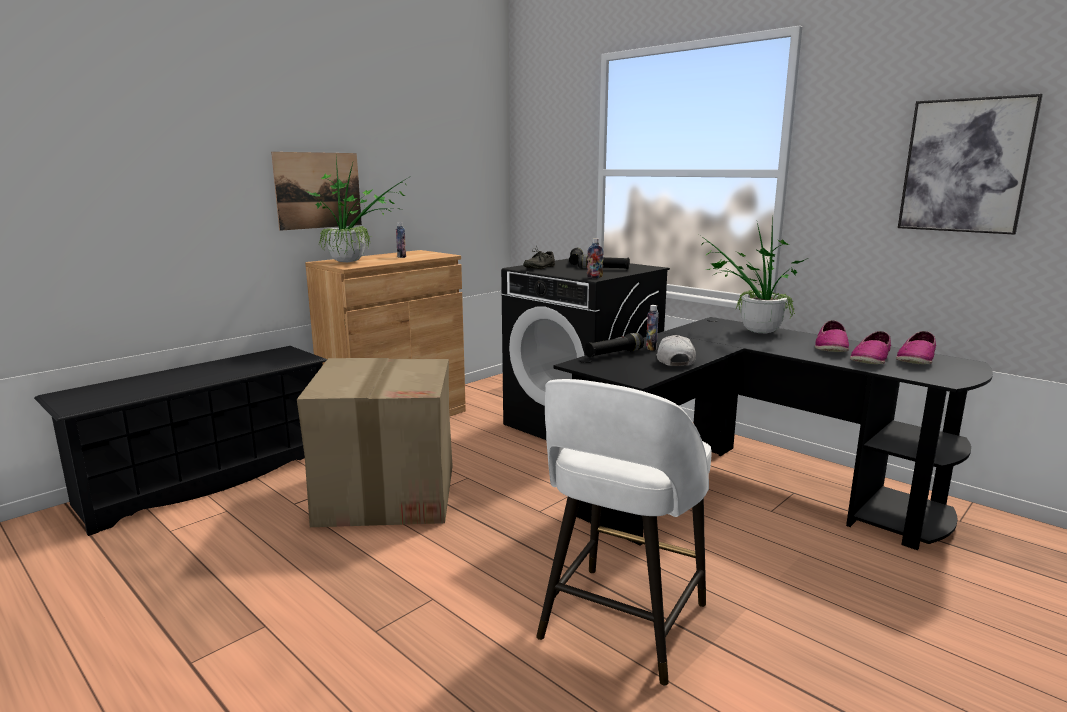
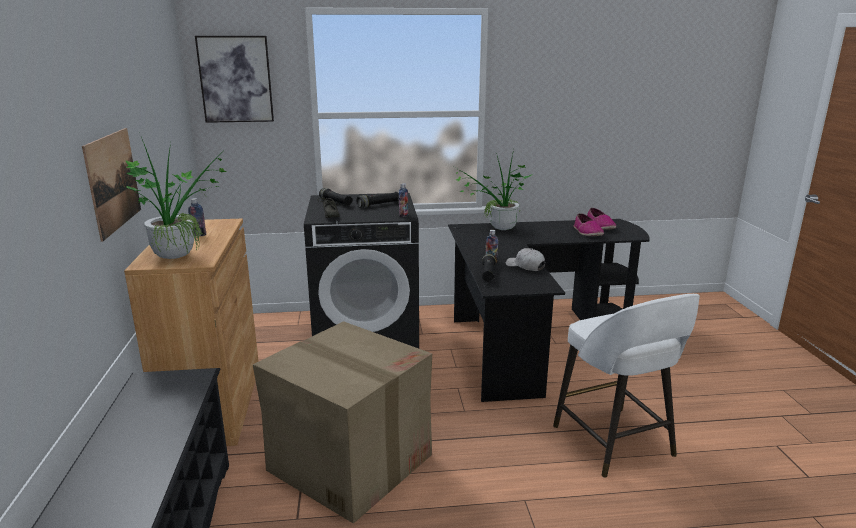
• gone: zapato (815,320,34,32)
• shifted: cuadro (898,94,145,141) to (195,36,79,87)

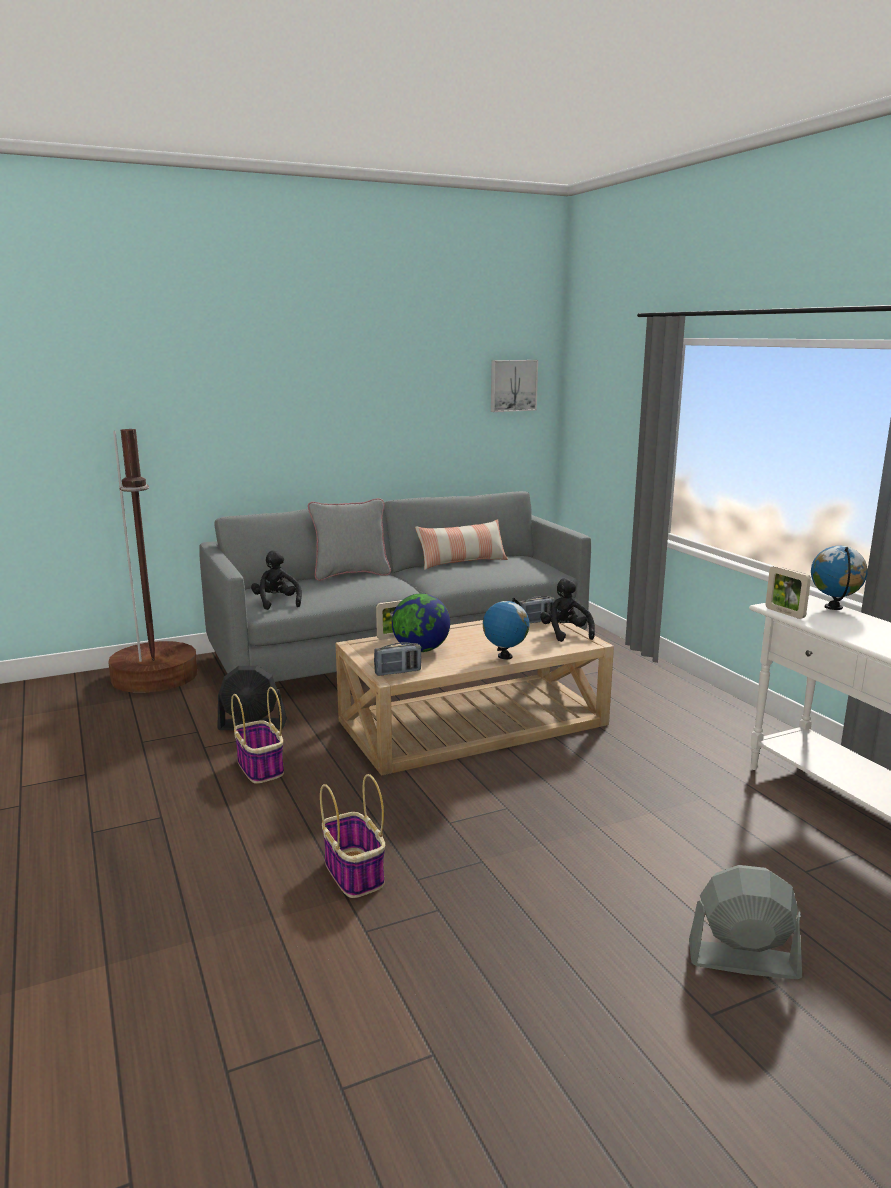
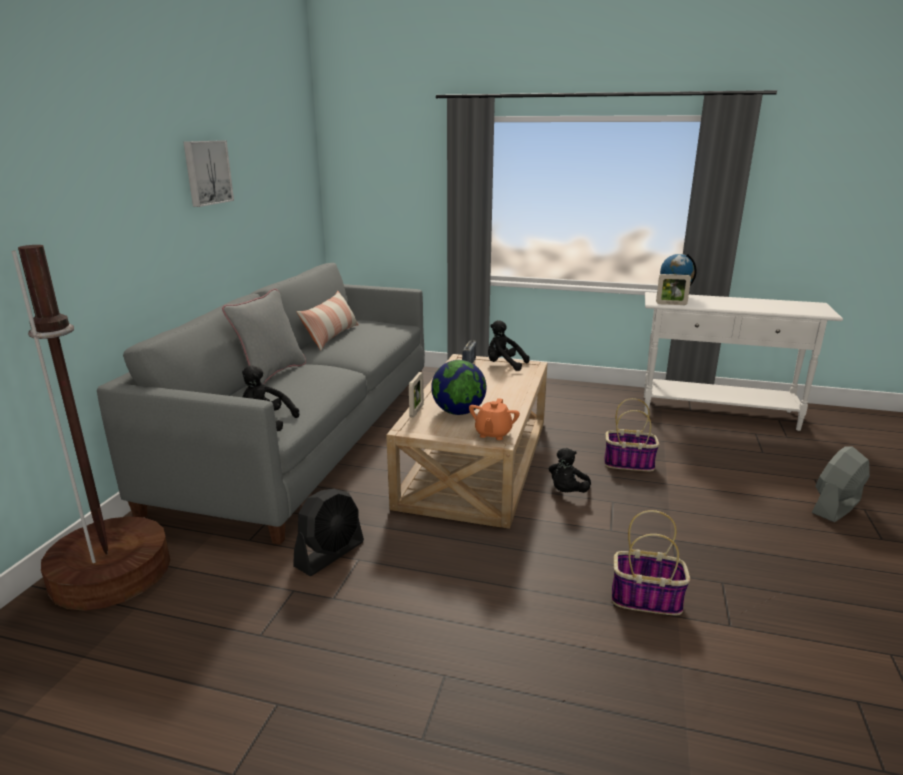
• shifted: cesta (231,687,53,97) to (604,398,55,74)
• swapped: radio (374,642,47,34) to tetera [naranja] (469,398,51,42)
• gone: globo terráqueo (483,598,46,61)
• shifted: cuadro (491,360,47,52) to (183,141,51,66)
• new: peluche [negro] (549,448,42,45)

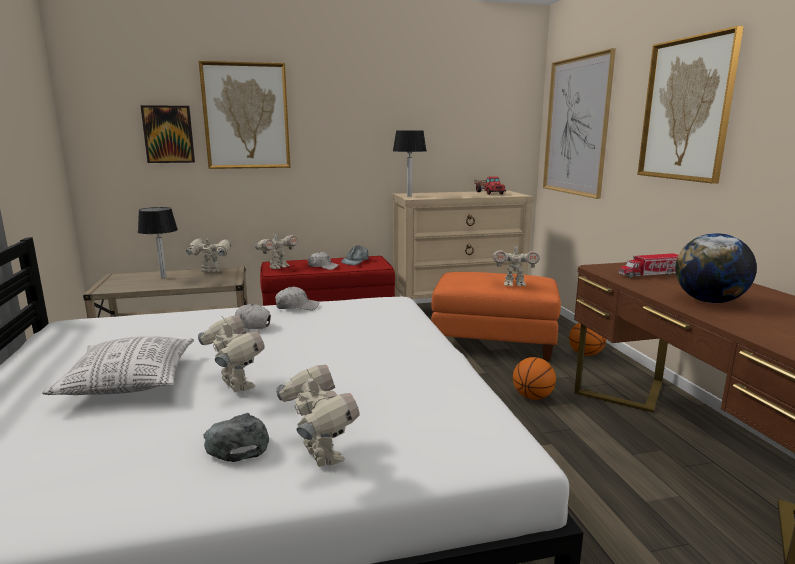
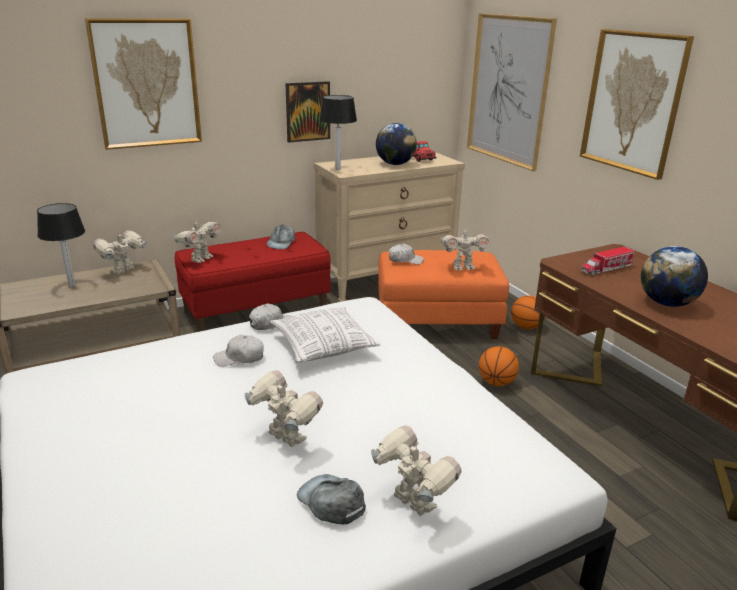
• shifted: cojín (42,336,152,59) to (270,307,110,56)
• shifted: cuadro (140,105,55,58) to (285,81,45,61)
• rotated: robot de juguete (186,239,45,34) = (93,230,53,45) 45 degrees counterclockwise
• shifted: gorra [blanco] (308,252,31,18) to (389,244,35,21)
• new: globo terráqueo (376,123,41,42)

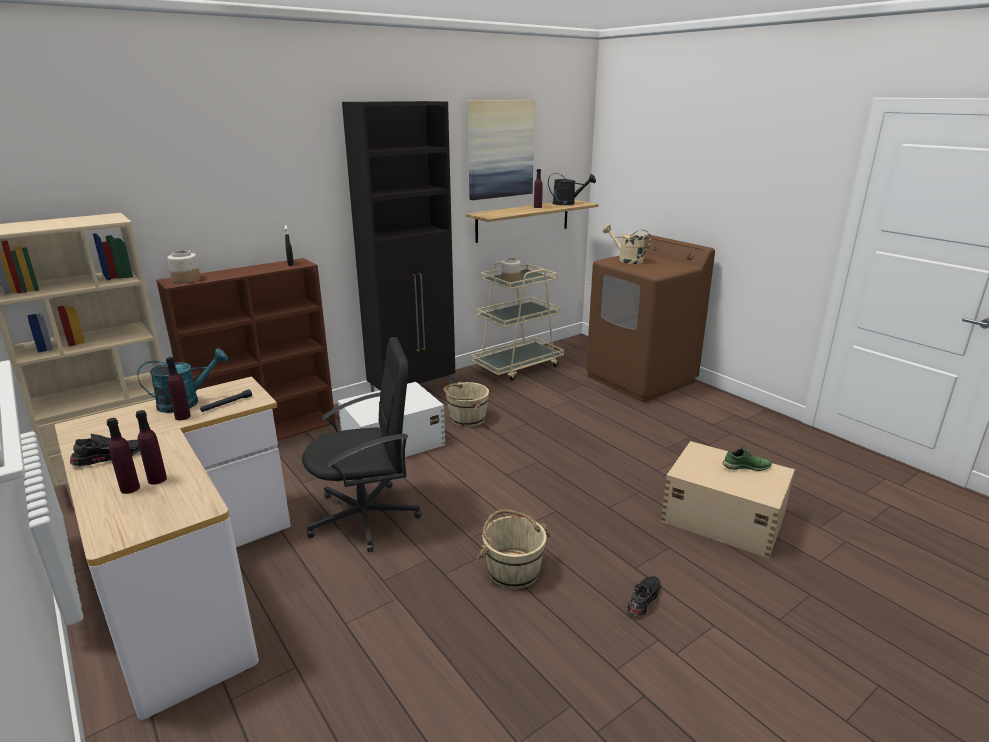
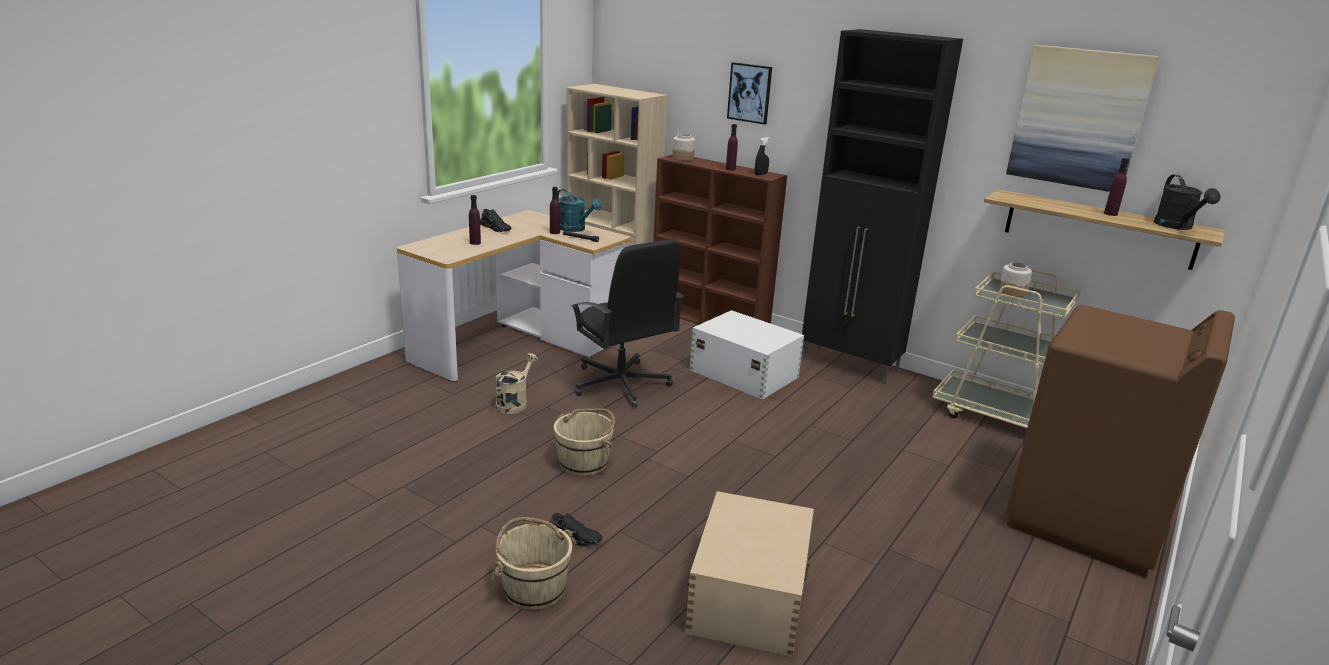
• shifted: botella [morado] (107,418,33,76) to (726,124,12,46)
• shifted: cubo [beis] (443,382,46,45) to (491,517,85,93)
• shifted: regadera [beis] (603,224,48,40) to (496,353,42,61)
• gone: zapato [verde] (723,448,49,23)
• new: cuadro (727,62,45,63)

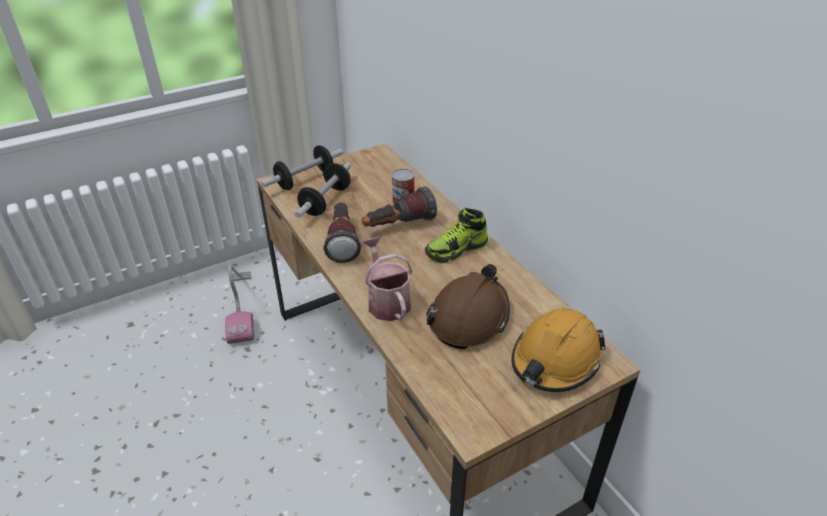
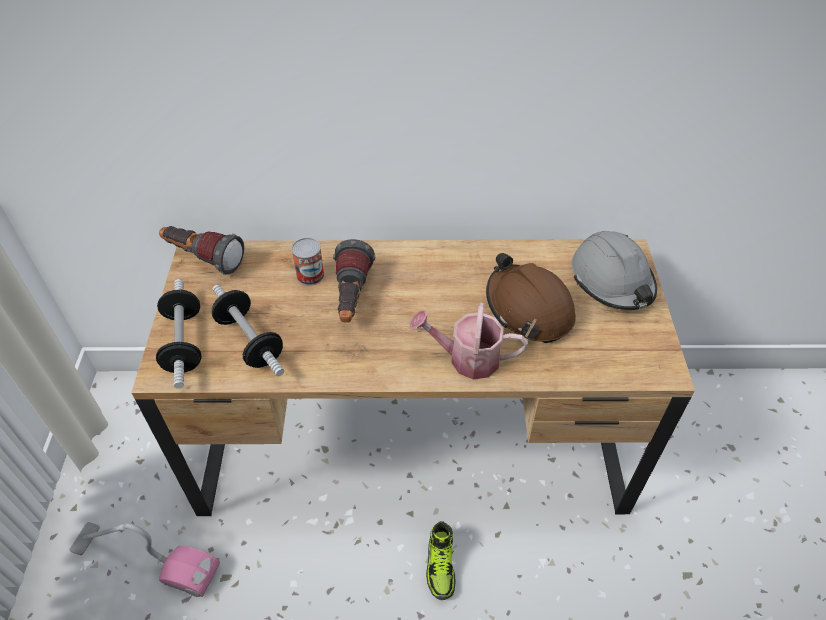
• shifted: linterna (323,202,39,61) to (159,226,85,49)
• shifted: zapato (425,207,63,56) to (426,521,29,79)
• repainted: casco [naranja] (511,309,95,83) to casco [gris] (572,231,85,79)

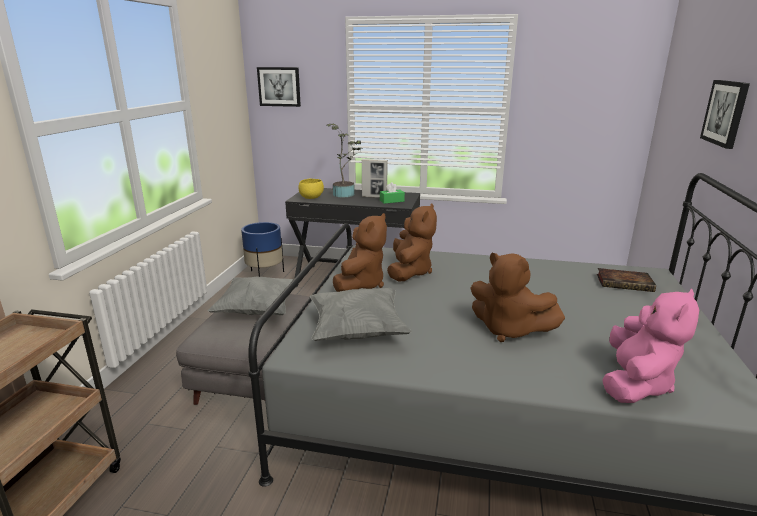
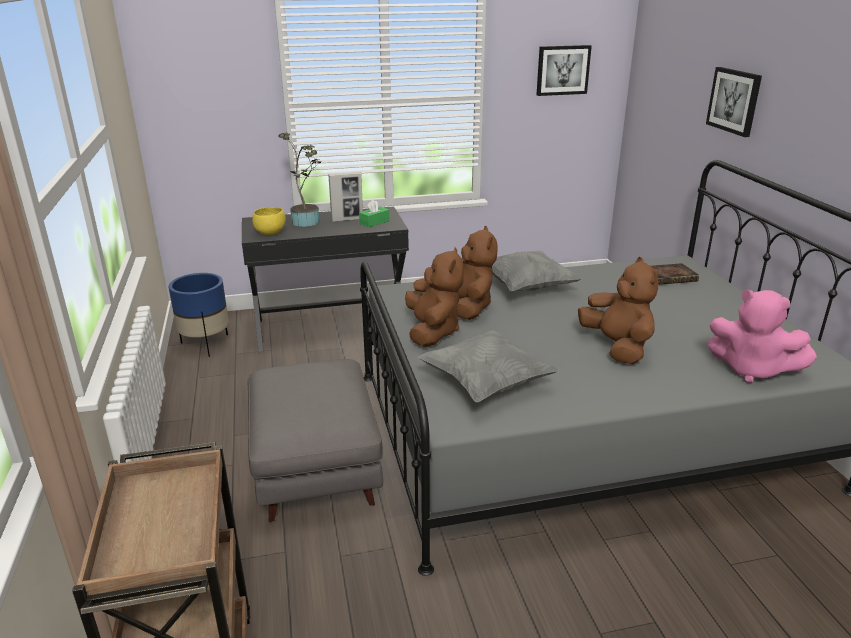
• shifted: cojín [gris] (208,277,86,38) to (492,251,91,41)
• shifted: cuadro (257,67,44,40) to (537,45,55,51)
• rotated: peluche [marrón] (470,253,95,89) = (578,257,81,107) 120 degrees counterclockwise
• rotated: peluche [rosa] (602,288,97,115) = (707,289,110,94) 120 degrees clockwise

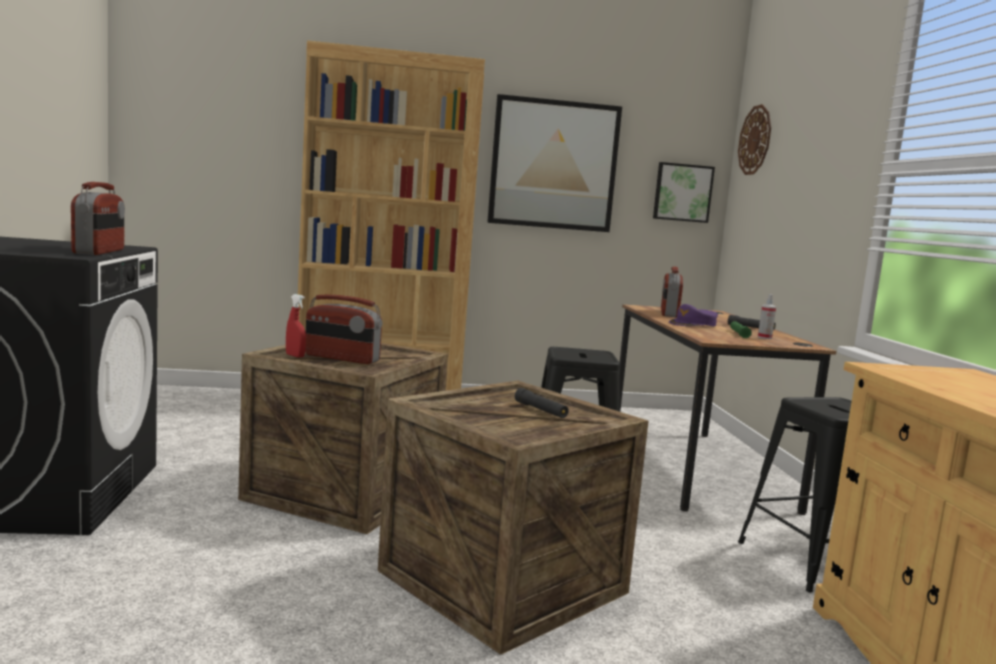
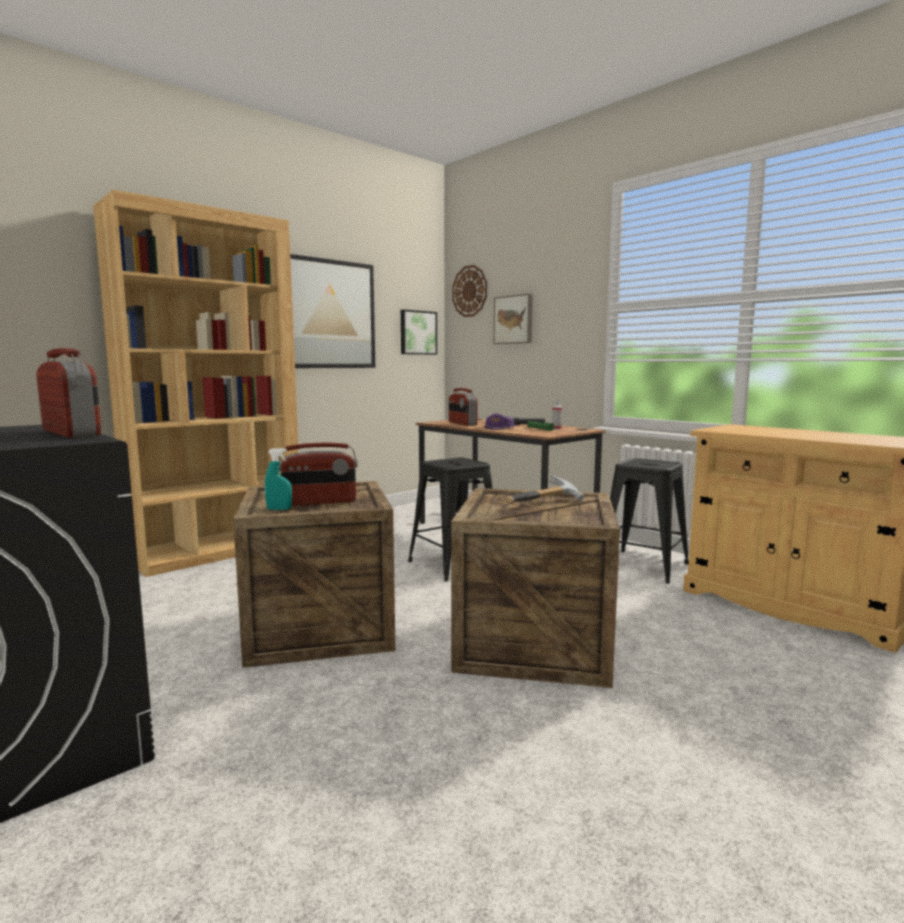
• repainted: pulverizador [rojo] (286,294,20,63) to pulverizador [turquesa] (265,448,27,62)
• swapped: linterna [negro] (515,388,54,30) to martillo (506,475,78,29)
• new: cuadro (494,294,39,50)

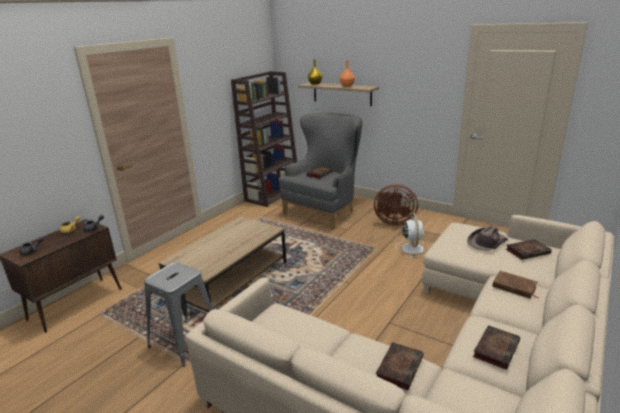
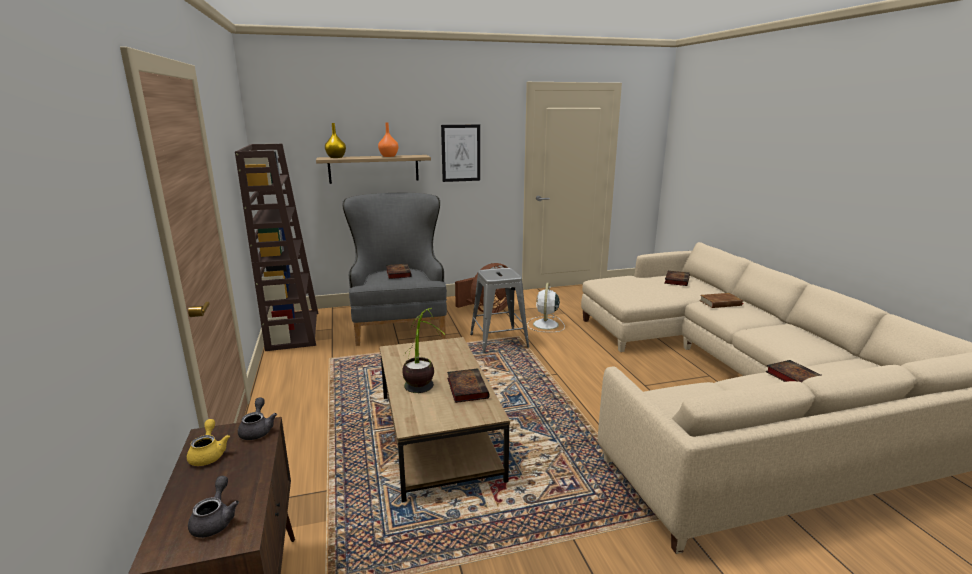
• shifted: taburete [gris] (144,262,69,105) to (470,268,60,86)
• rotated: ventilador [blanco] (395,213,34,45) = (527,283,38,49) 120 degrees counterclockwise
• gone: sombrero [marrón] (467,226,41,25)
• shifted: libro (473,325,47,45) to (447,368,42,35)
• new: planta en maceta (402,308,46,85)
• new: cuadro (441,125,39,57)

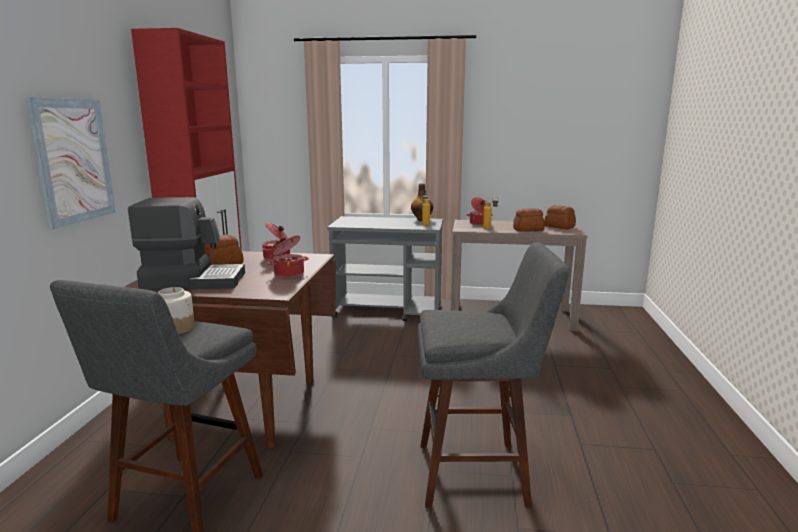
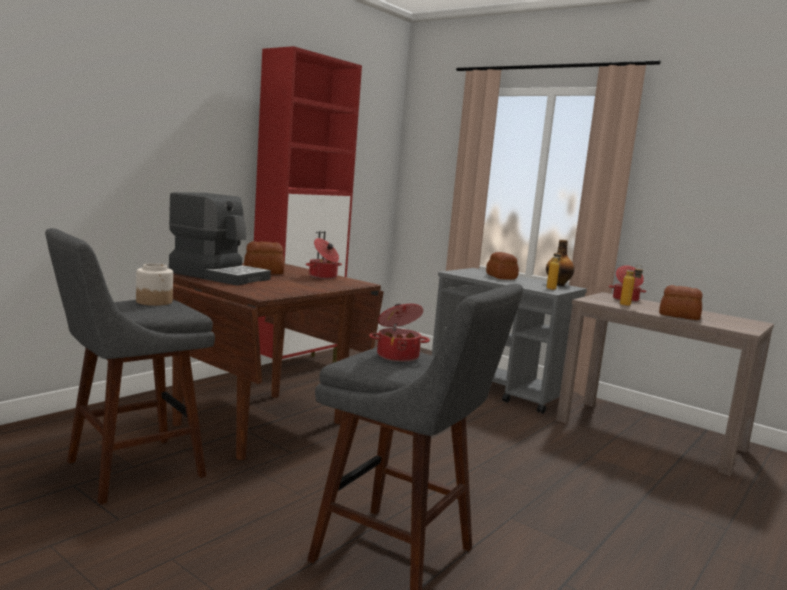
• gone: cuadro (26,97,90,133)
• shifted: olla (268,235,41,42) to (369,304,61,58)
• shifted: pan (544,205,32,24) to (486,252,33,28)

